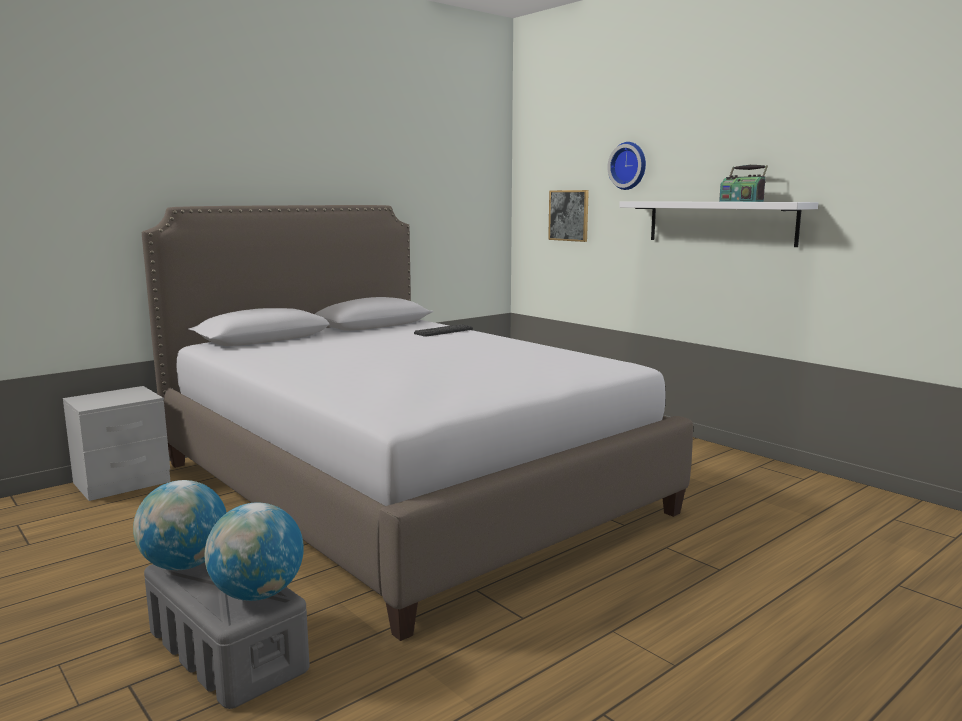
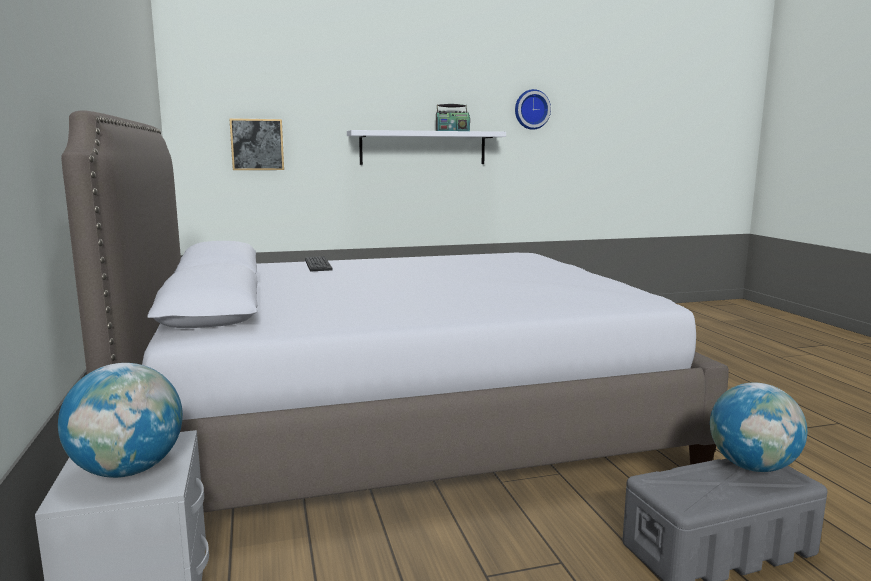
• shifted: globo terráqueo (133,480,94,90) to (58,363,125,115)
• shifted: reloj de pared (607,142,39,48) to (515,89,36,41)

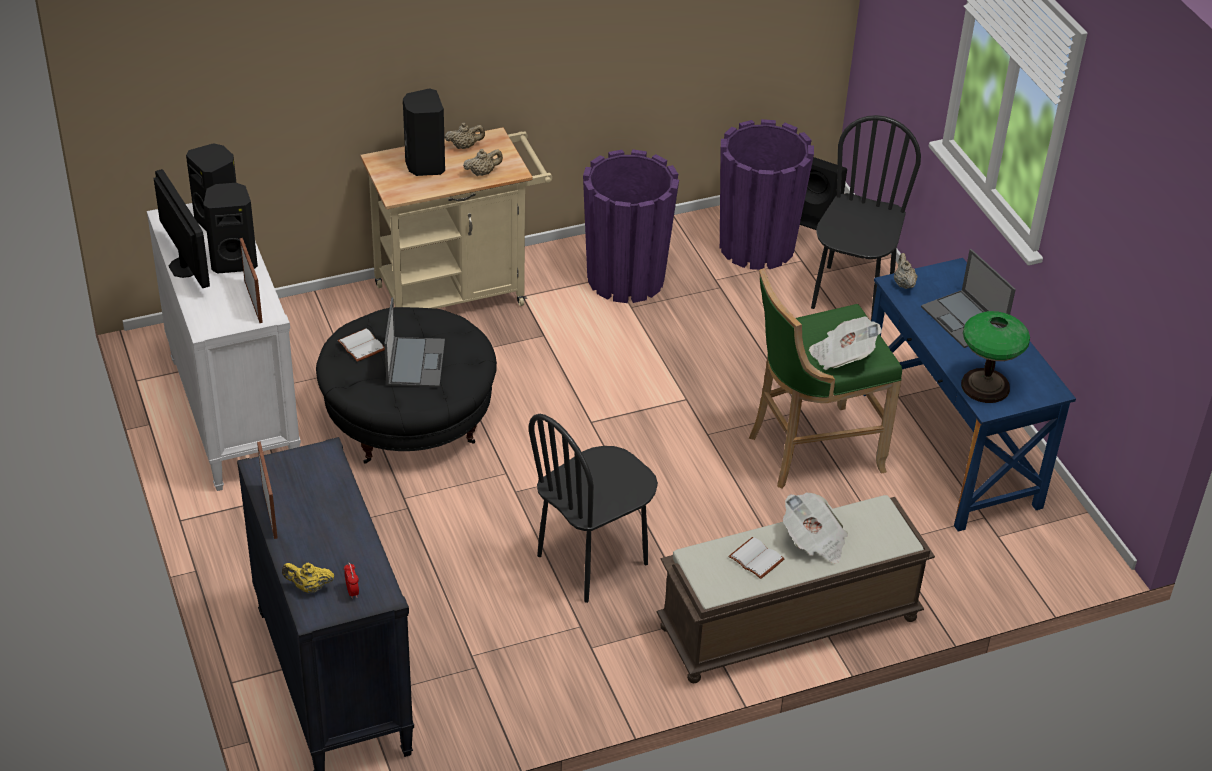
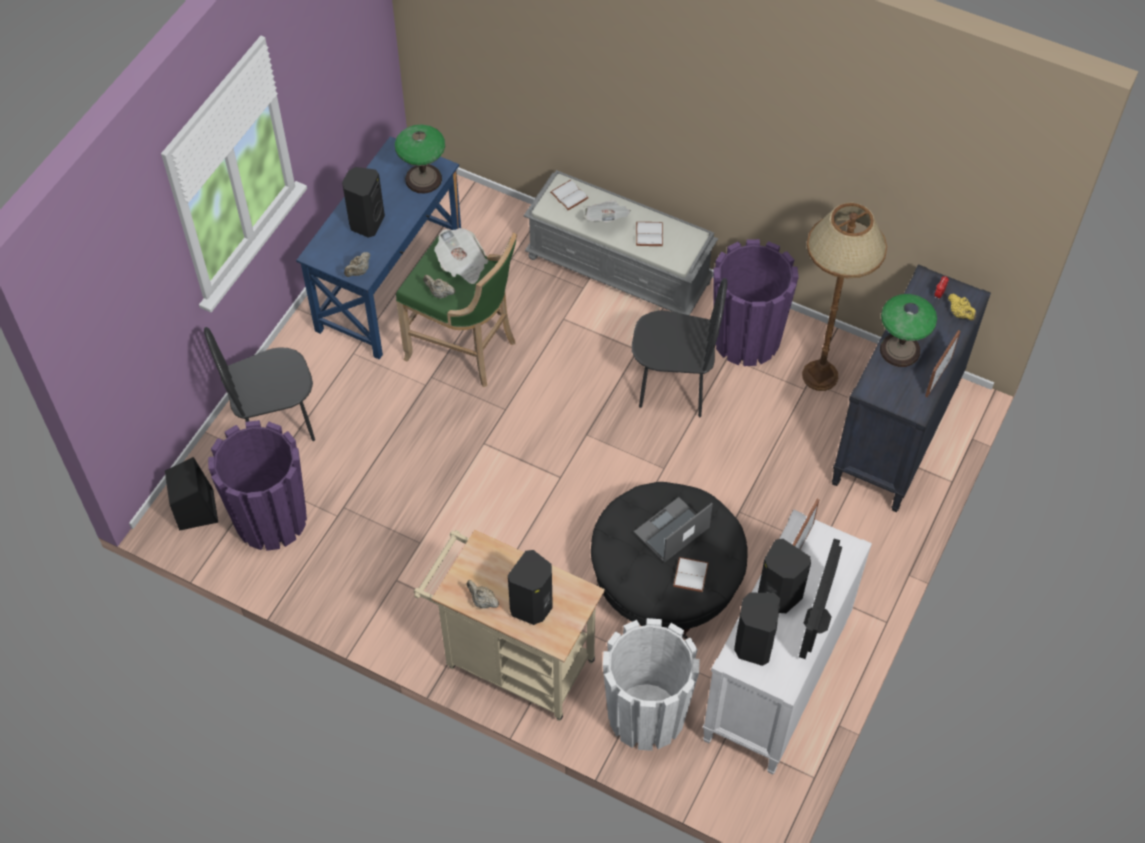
• shifted: tetera [beis] (463,149,40,27) to (423,275,32,24)
• shifted: maceta [morado] (583,149,96,154) to (713,239,86,127)
• repainted: banco [marrón] (657,495,278,188) to banco [gris] (523,170,195,145)
• swapped: portátil (921,249,95,99) to altavoz [negro] (342,167,43,71)
• new: libro [blanco] (550,180,38,30)
• new: maceta [blanco] (603,618,97,133)
• new: lámpara de pie [marrón] (802,203,85,188)
• new: lámpara de mesa (880,294,57,73)

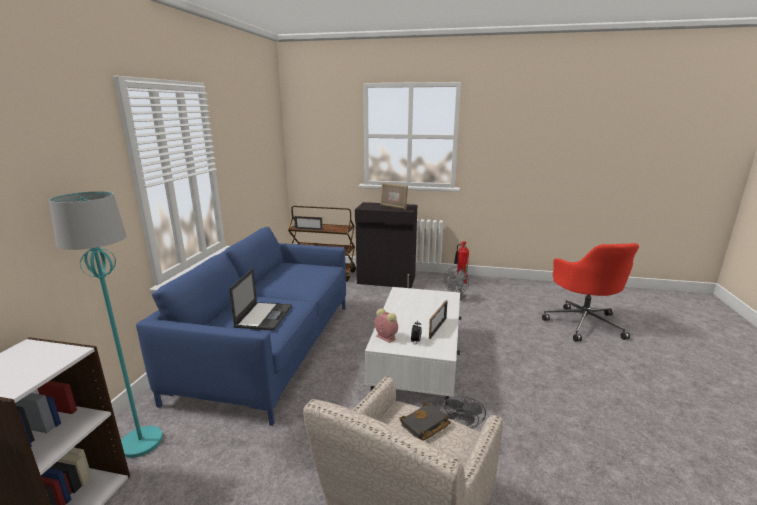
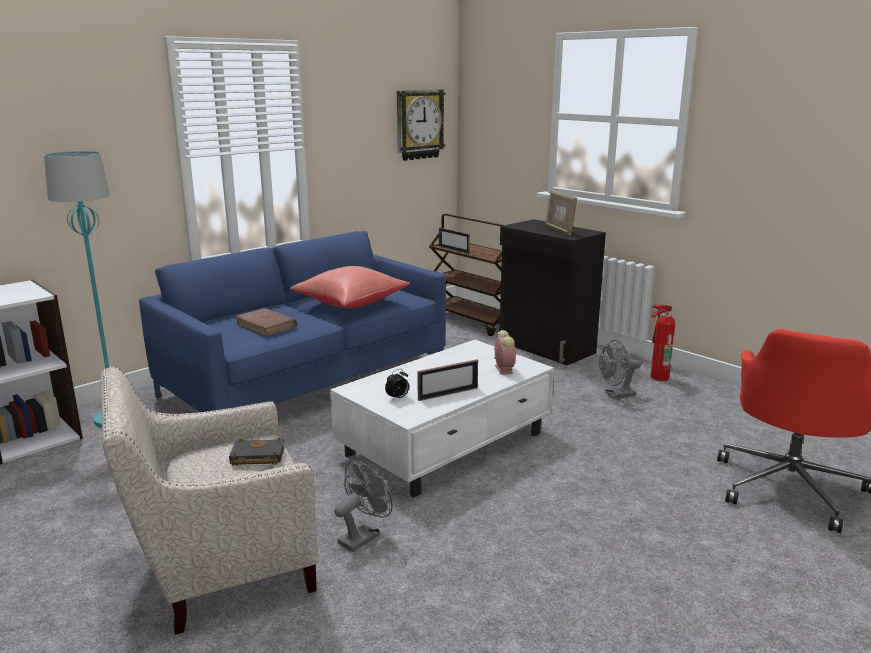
• swapped: portátil (229,268,63,63) to libro [marrón] (235,308,62,28)
• shifted: despertador (374,308,24,35) to (494,330,22,45)
• new: cojín [rojo] (290,266,120,42)
• new: reloj de pared (397,90,49,71)

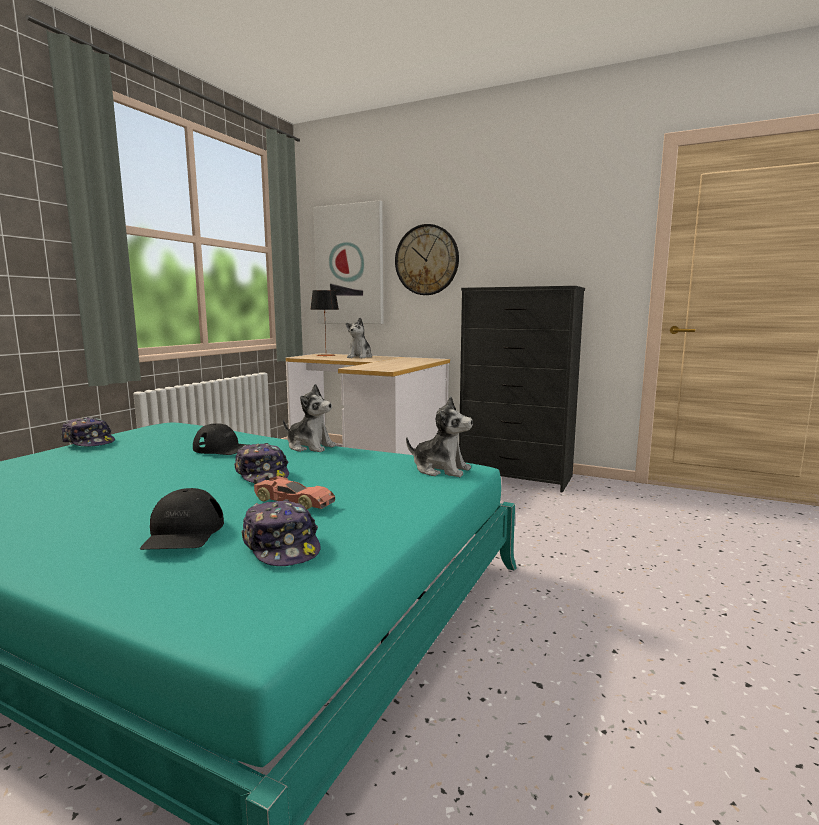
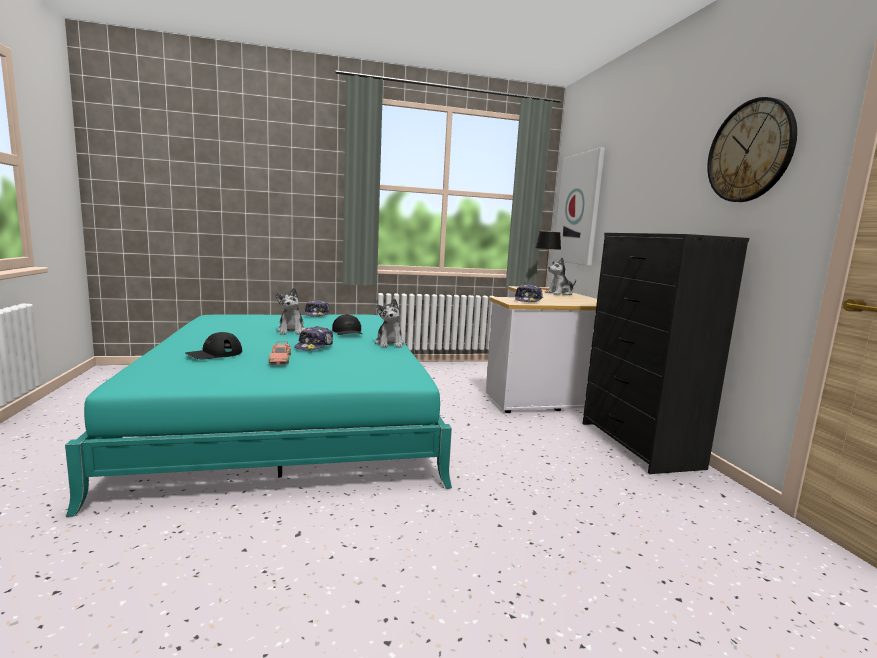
• shifted: gorra (241,499,80,67) to (515,284,28,18)
• shifted: reloj de pared (395,224,64,71) to (707,97,90,105)
• shifted: peluche (406,396,67,81) to (276,288,29,47)

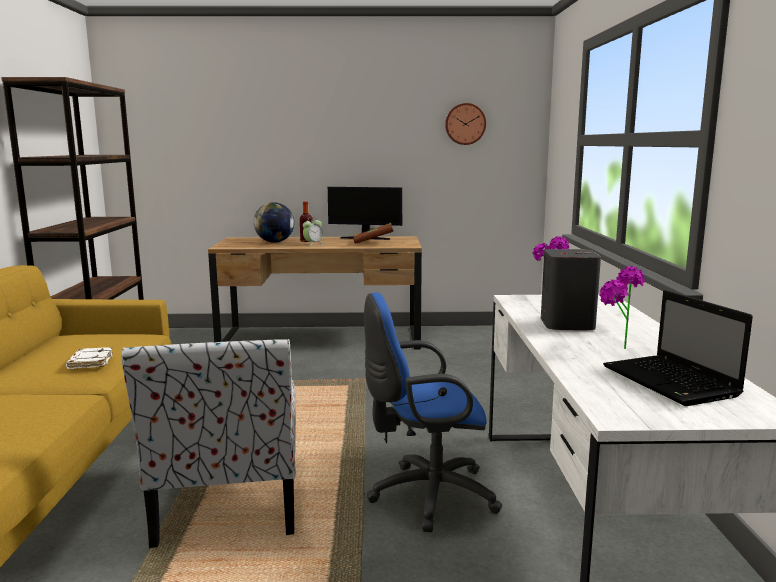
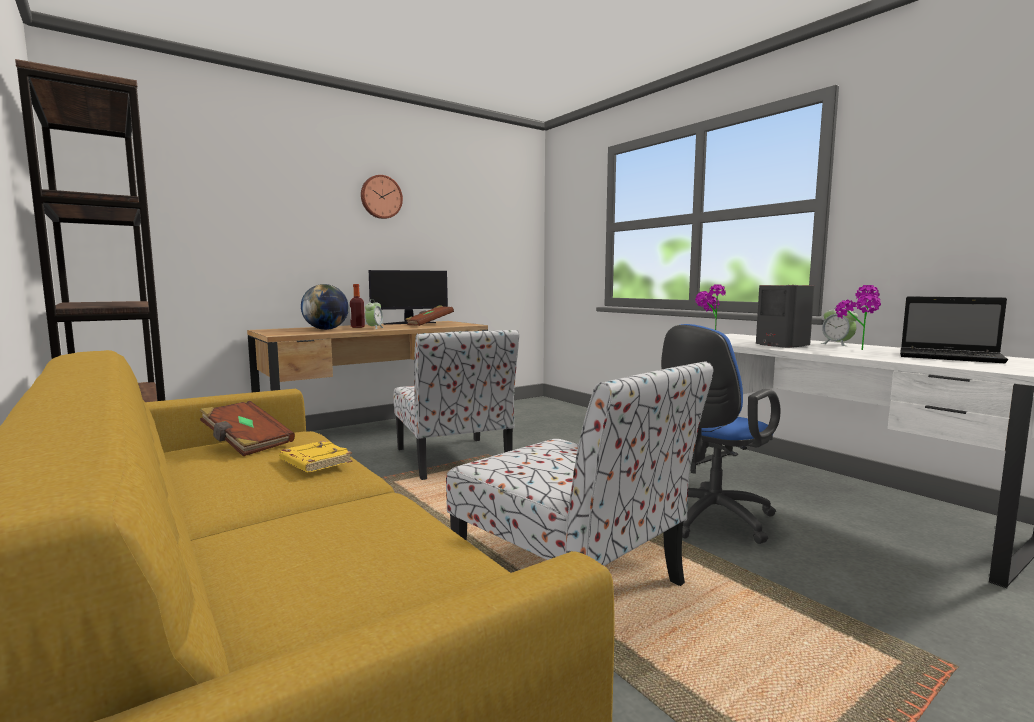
• repainted: libro [blanco] (66,347,47,22) to libro [amarillo] (279,441,73,32)
• shifted: reloj de pared (445,103,41,42) to (361,175,42,44)
• new: libro [marrón] (200,401,95,55)
• new: silla (393,330,126,150)
• new: despertador (820,307,38,39)

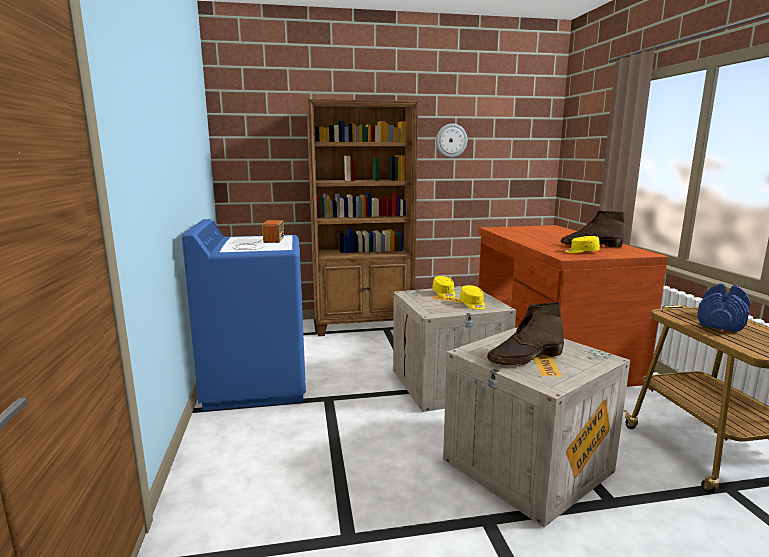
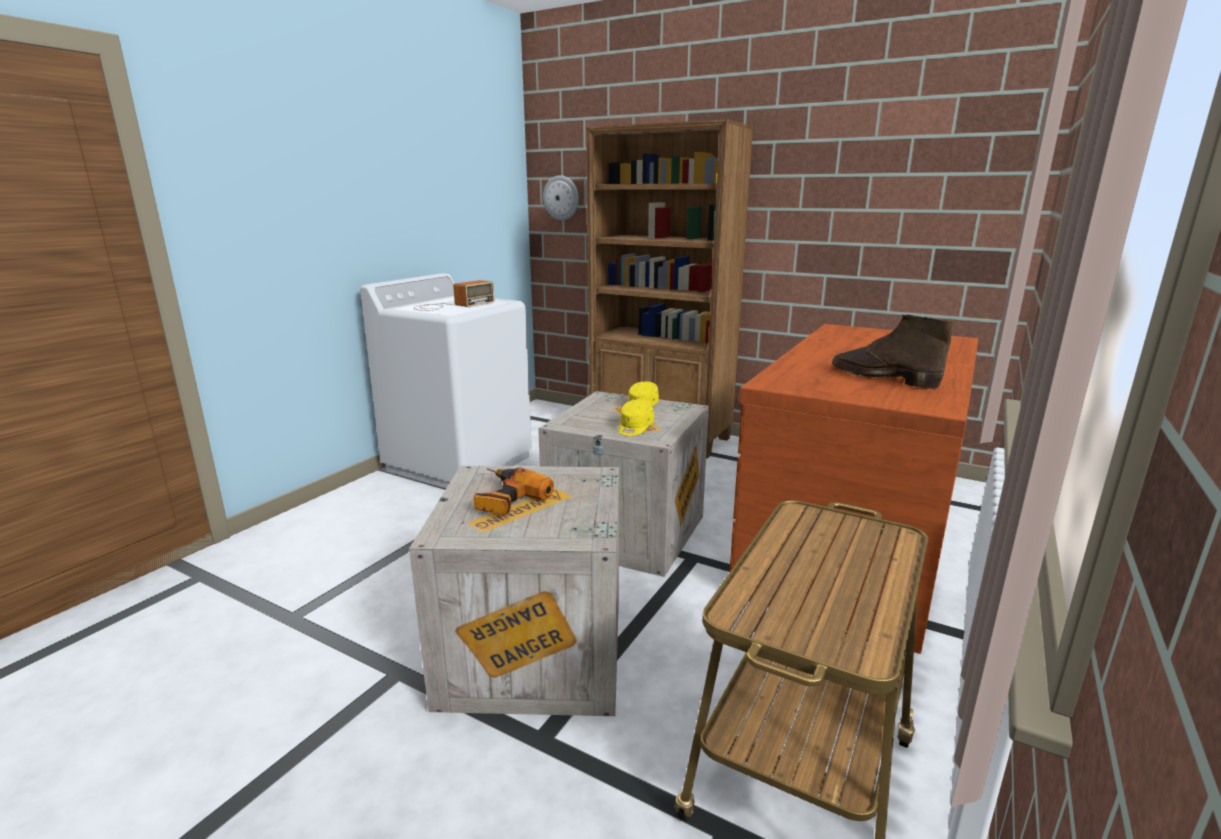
• repainted: lavadora [azul] (182,219,124,192) to lavadora [blanco] (360,273,172,215)
• shifted: reloj de pared (436,123,31,35) to (543,175,36,46)
• swapped: bota [marrón] (487,302,77,64) to taladro (474,468,80,47)
• gone: gorra [amarillo] (565,236,35,17)
• gone: mancuerna [azul] (697,283,54,49)

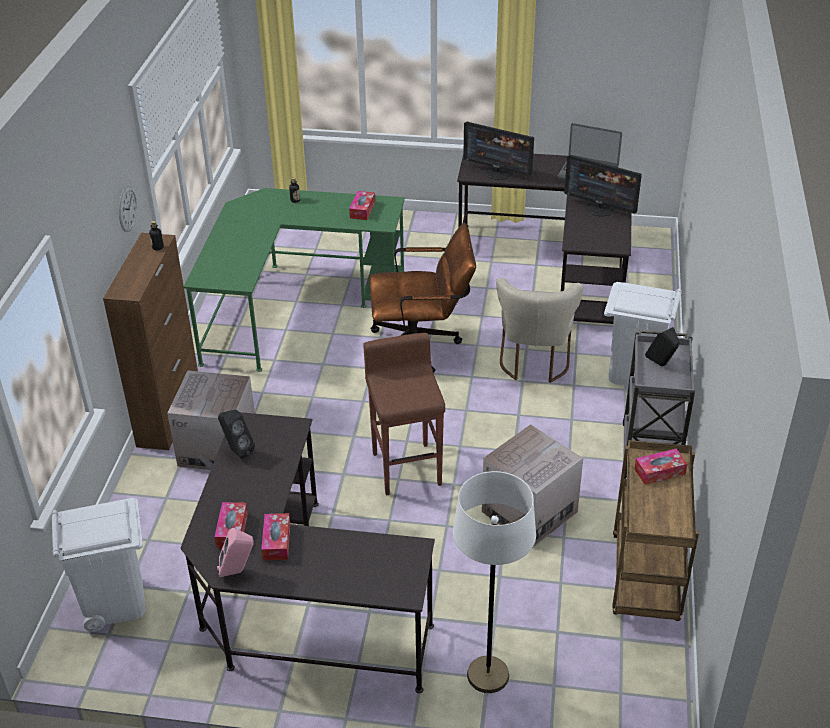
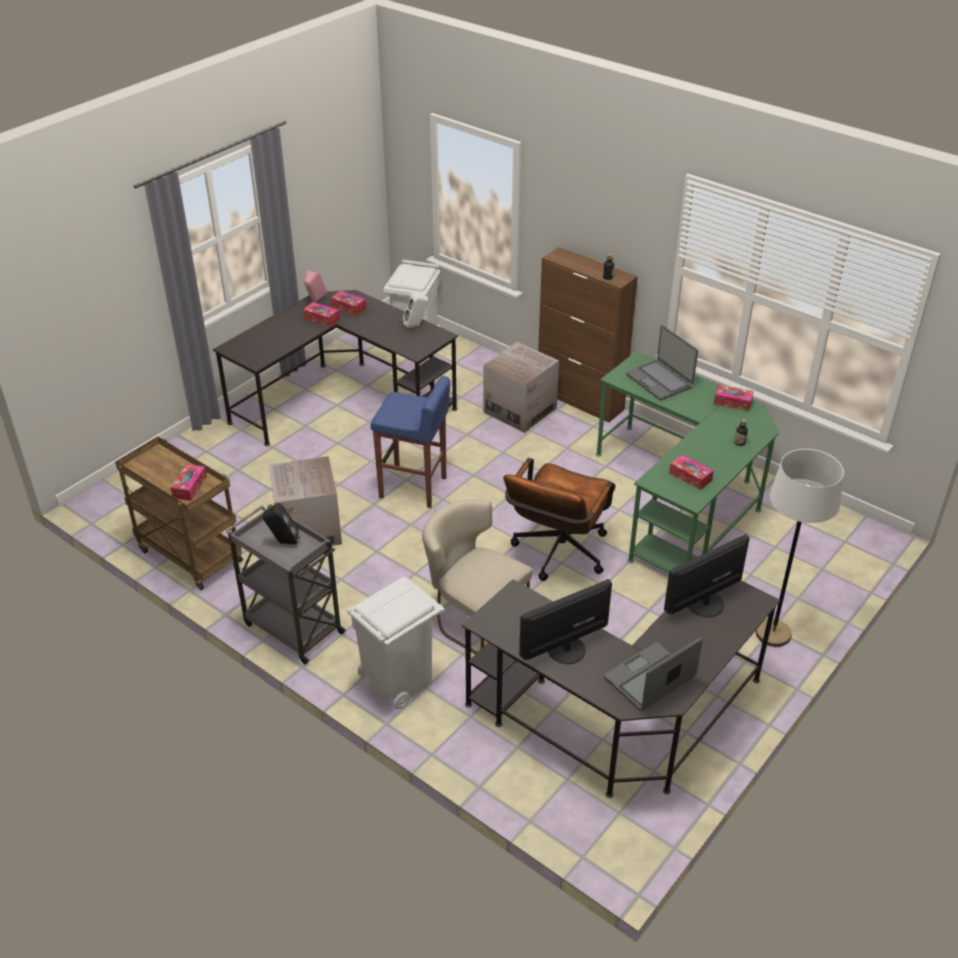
• gone: reloj de pared (119,186,18,46)
• repainted: altavoz [negro] (218,410,37,49) to altavoz [blanco] (403,291,25,38)
• repainted: taburete [marrón] (363,333,82,163) to taburete [azul] (370,376,81,132)
• shifted: lámpara de pie [blanco] (453,471,83,222) to (755,449,89,198)
• new: portátil (626,325,72,75)
• new: caja de pañuelos (714,385,40,26)

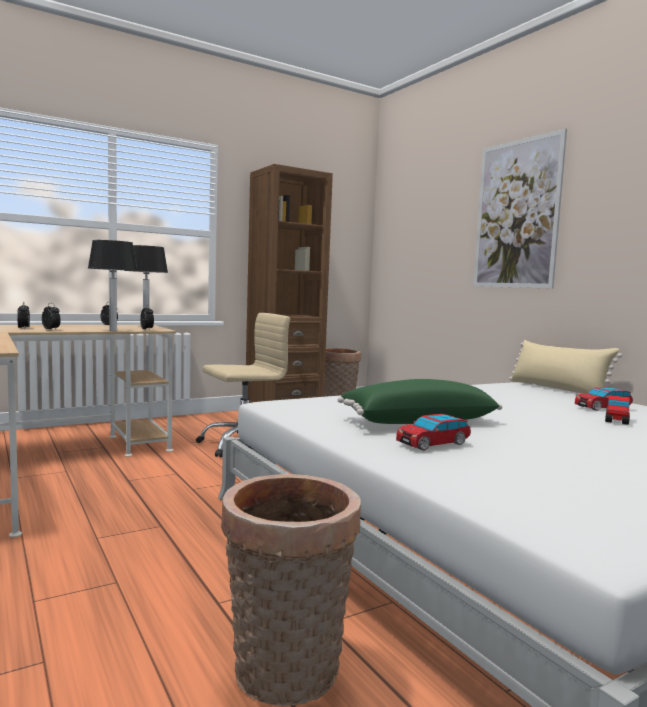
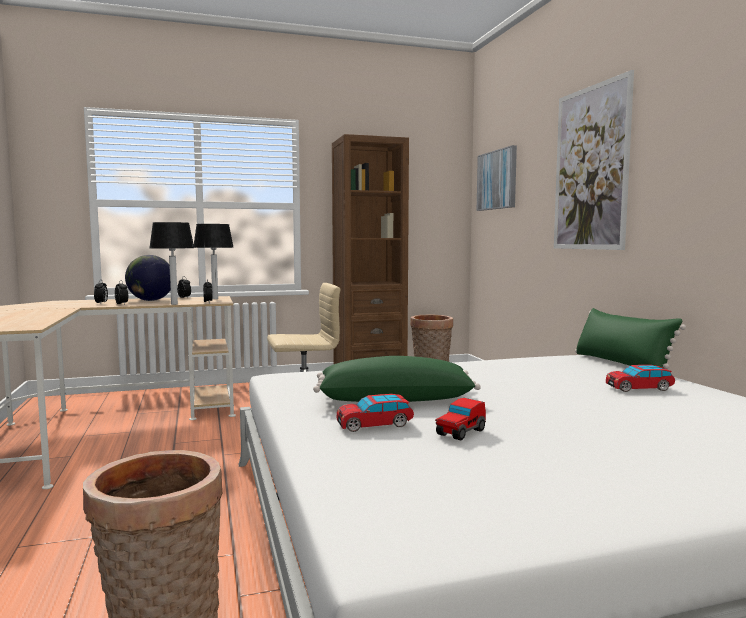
• repainted: cojín [beis] (509,340,113,53) to cojín [verde] (575,308,111,61)
• shifted: coche de juguete (605,395,25,30) to (435,398,51,42)
• new: globo terráqueo (125,255,45,46)
• new: cuadro (477,145,40,66)

